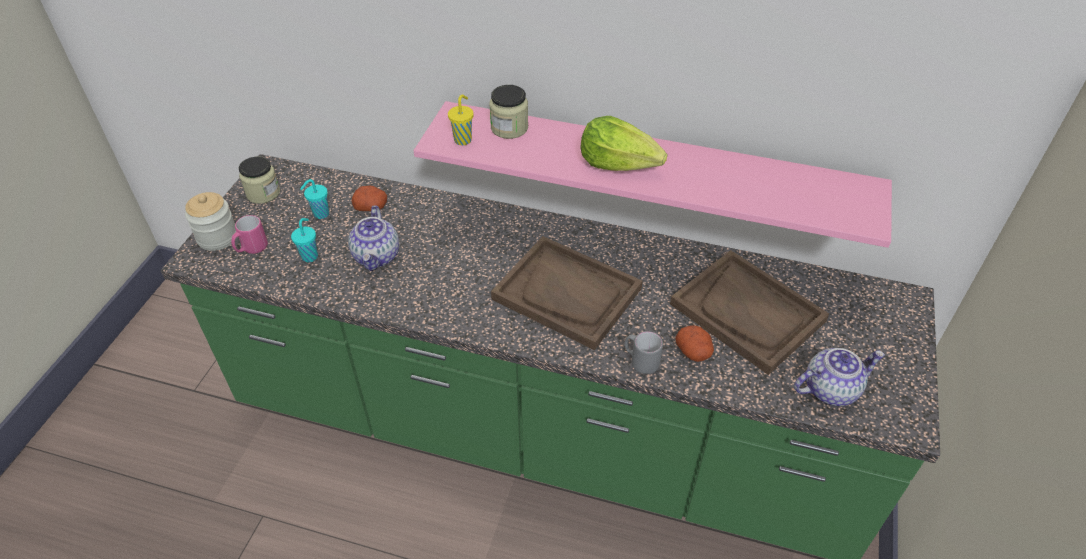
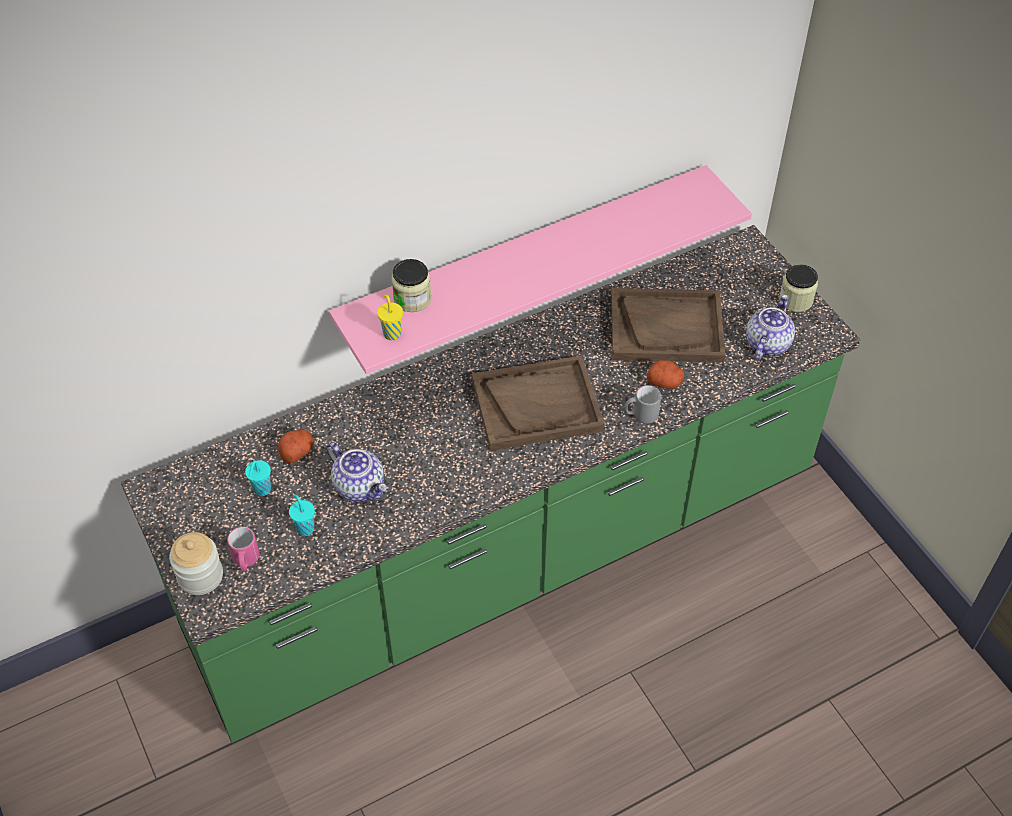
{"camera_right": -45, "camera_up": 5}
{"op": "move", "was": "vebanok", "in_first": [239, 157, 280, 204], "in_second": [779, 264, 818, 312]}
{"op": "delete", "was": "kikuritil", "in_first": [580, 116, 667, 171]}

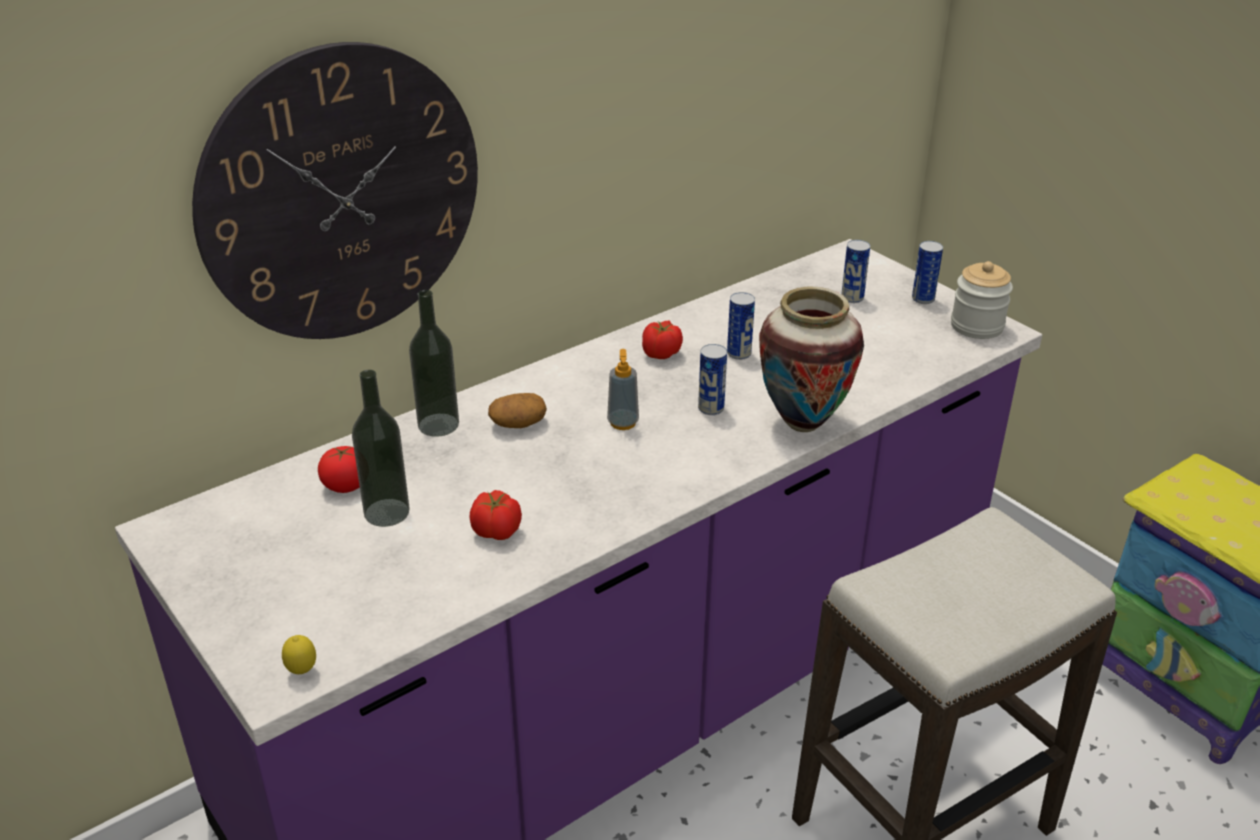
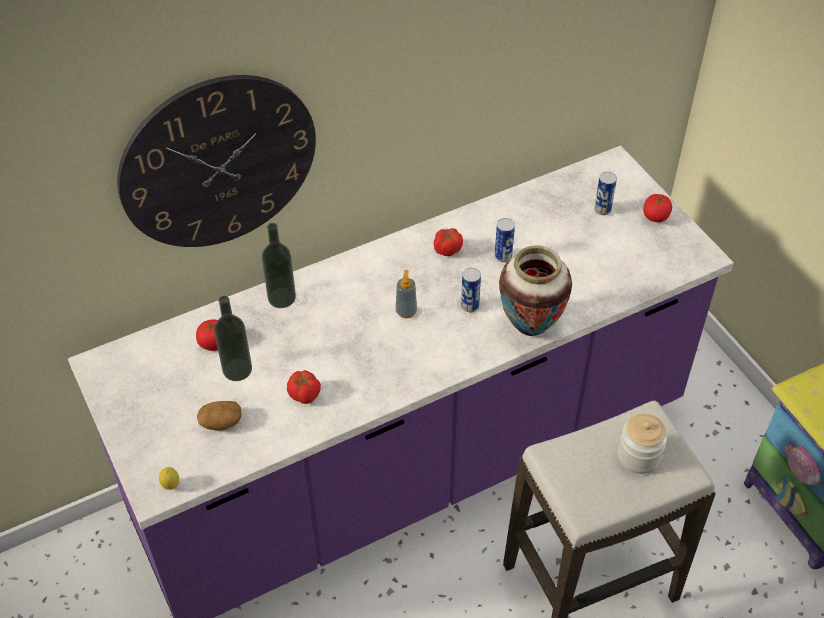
{"camera_right": 10, "camera_up": 15}
{"op": "move", "was": "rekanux", "in_first": [488, 393, 547, 428], "in_second": [197, 401, 242, 431]}
{"op": "replace", "was": "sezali", "now": "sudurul", "in_first": [912, 241, 943, 304], "in_second": [643, 194, 672, 222]}
{"op": "move", "was": "vebanok", "in_first": [951, 261, 1013, 339], "in_second": [618, 414, 667, 474]}

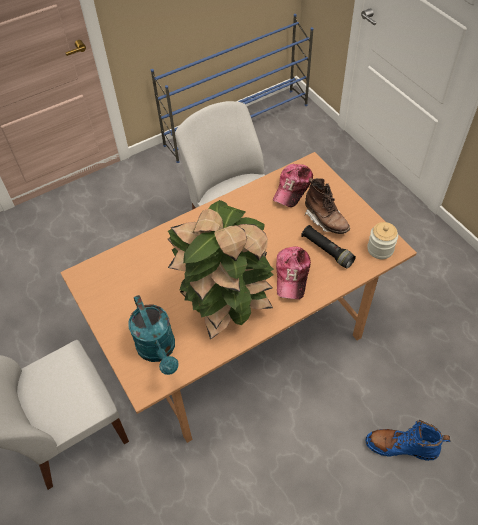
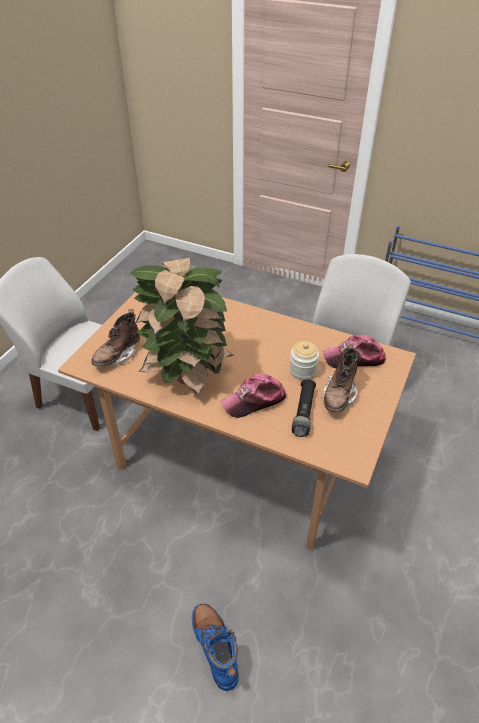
{"camera_right": 55, "camera_up": -10}
{"op": "replace", "was": "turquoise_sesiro", "now": "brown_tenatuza", "in_first": [128, 295, 179, 375], "in_second": [91, 309, 140, 367]}
{"op": "move", "was": "vebanok", "in_first": [367, 222, 398, 259], "in_second": [290, 341, 319, 380]}

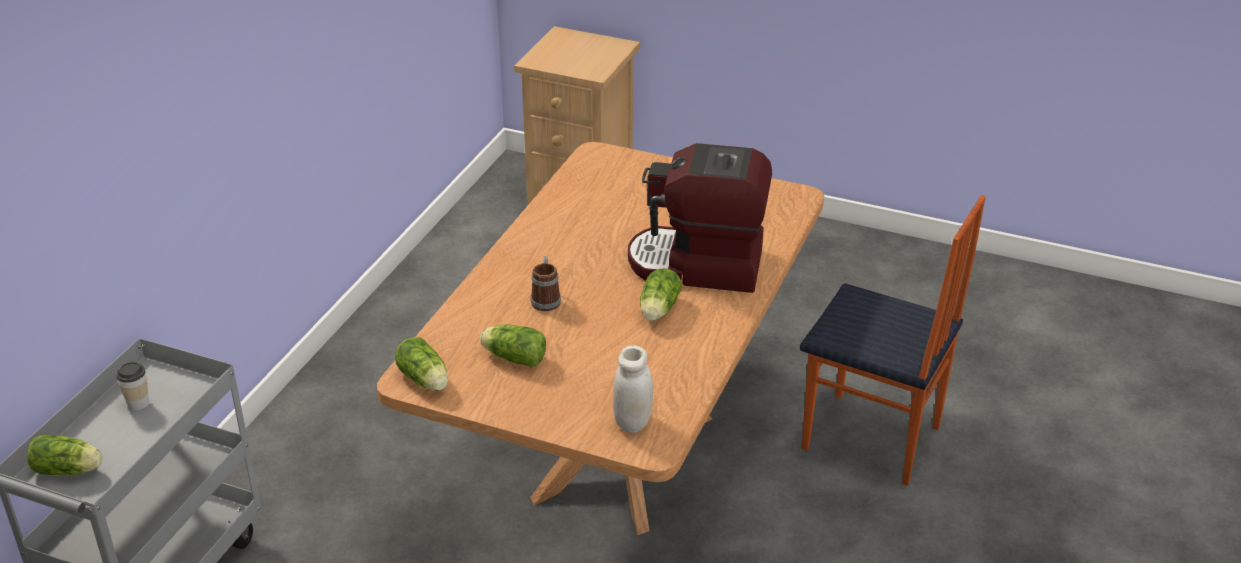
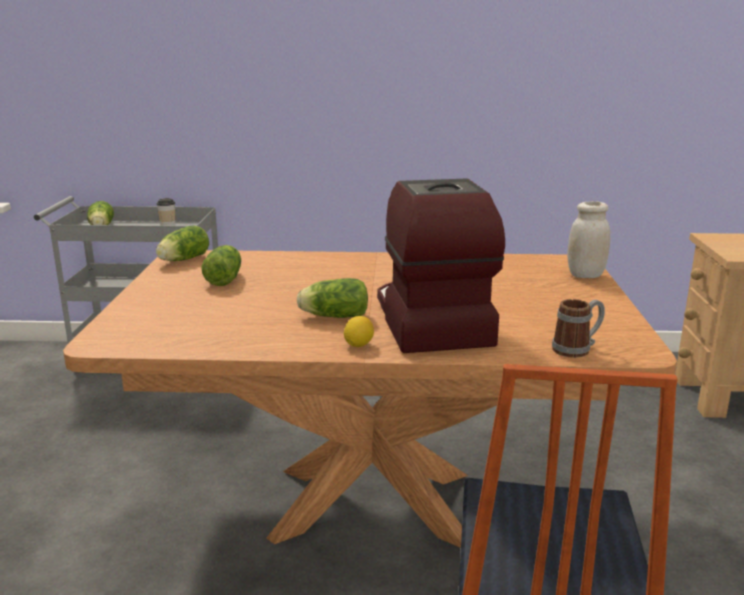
{"camera_right": 70, "camera_up": -15}
{"op": "move", "was": "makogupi", "in_first": [530, 256, 561, 311], "in_second": [552, 299, 605, 358]}
{"op": "move", "was": "white_vebanok", "in_first": [613, 345, 653, 433], "in_second": [567, 201, 610, 278]}
{"op": "insert", "now": "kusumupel", "in_second": [344, 316, 374, 347]}

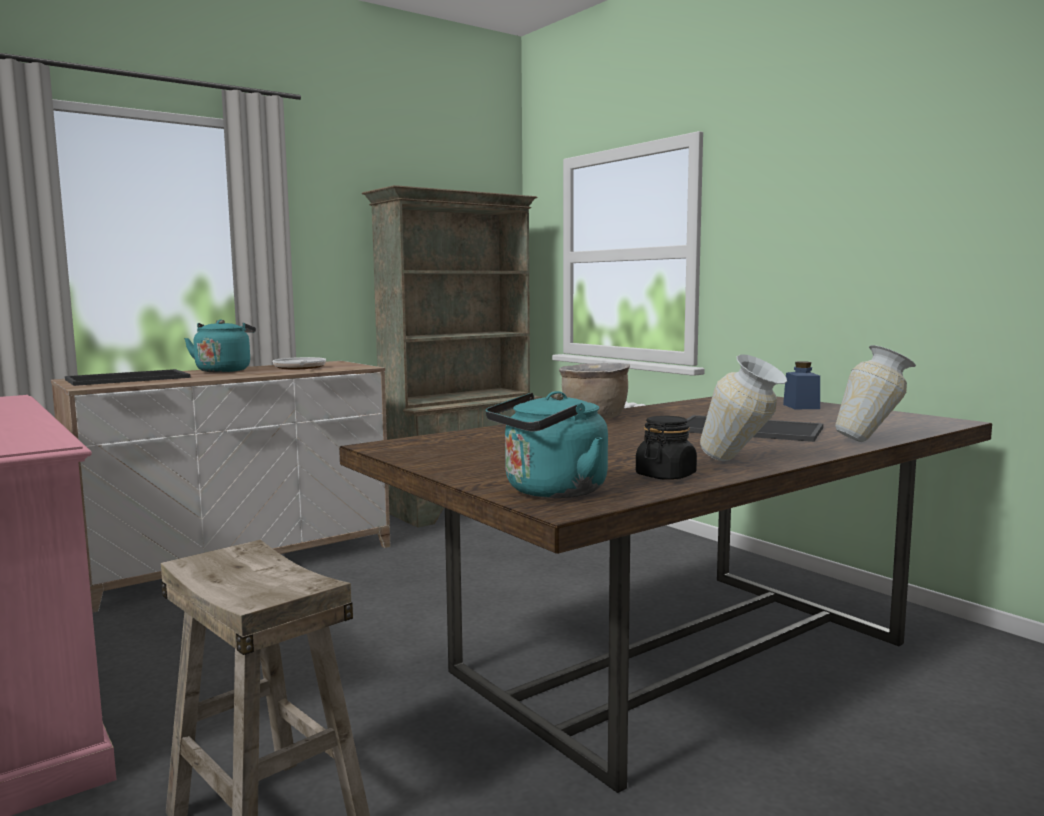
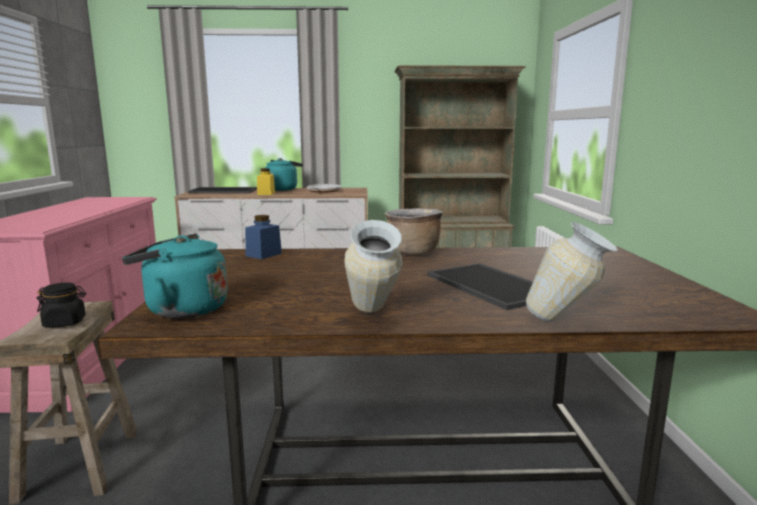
{"camera_right": 35, "camera_up": 5}
{"op": "move", "was": "black_vebanok", "in_first": [636, 416, 697, 480], "in_second": [37, 282, 86, 327]}
{"op": "move", "was": "blue_vebanok", "in_first": [783, 361, 820, 409], "in_second": [245, 215, 282, 259]}
{"op": "insert", "now": "yellow_vebanok", "in_second": [257, 168, 275, 195]}

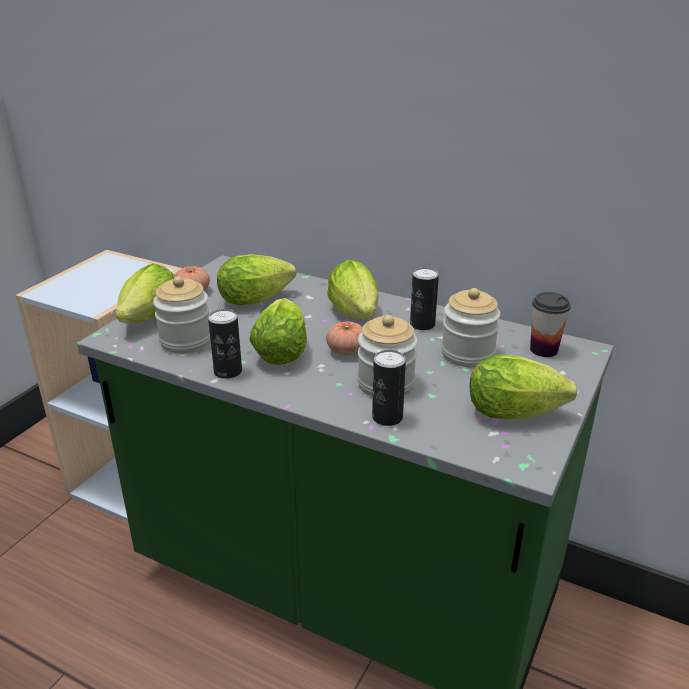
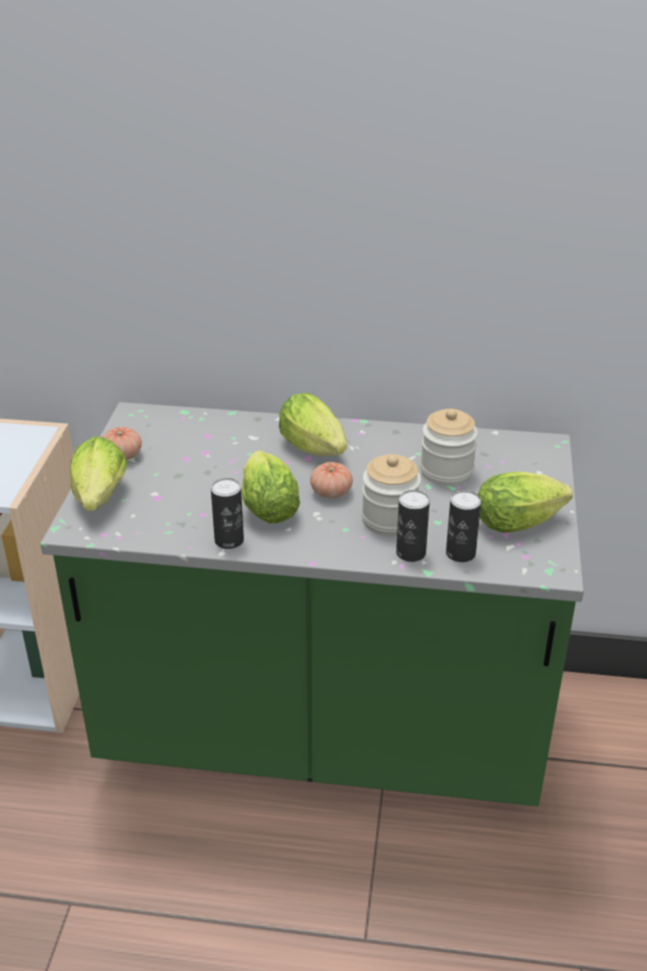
{"camera_right": -20, "camera_up": 5}
{"op": "delete", "was": "vebanok", "in_first": [153, 276, 211, 353]}
{"op": "delete", "was": "kikuritil", "in_first": [217, 254, 296, 306]}
{"op": "move", "was": "sezali", "in_first": [410, 267, 439, 330], "in_second": [446, 490, 481, 562]}
{"op": "delete", "was": "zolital", "in_first": [530, 292, 571, 357]}

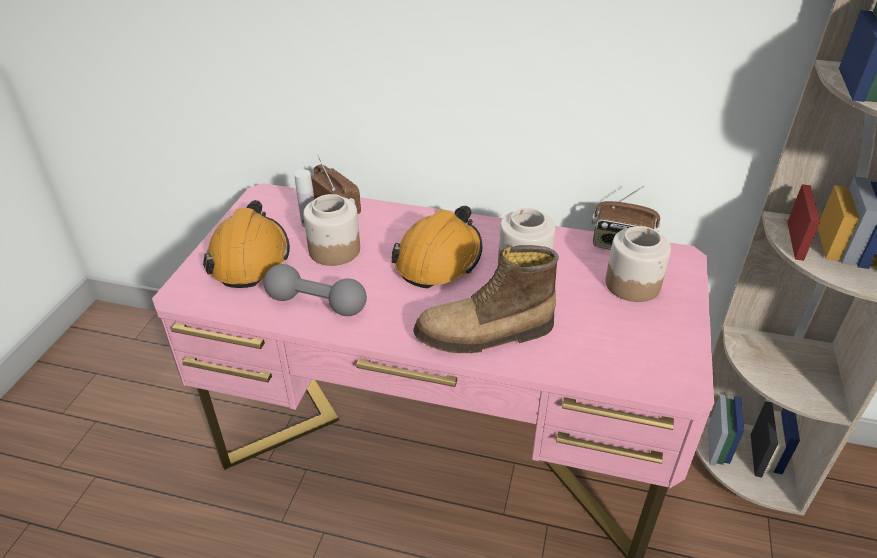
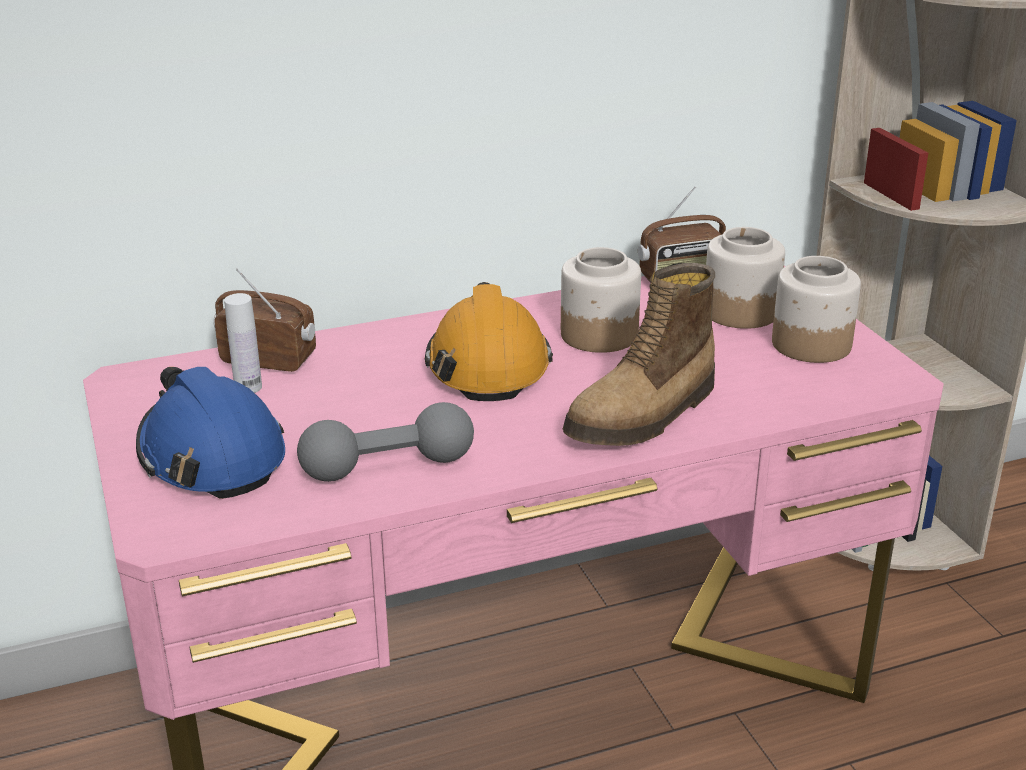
{"camera_right": -35, "camera_up": -10}
{"op": "recolor", "was": "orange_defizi", "now": "blue_defizi", "in_first": [203, 200, 290, 288], "in_second": [136, 367, 285, 499]}
{"op": "move", "was": "vebanok", "in_first": [303, 194, 360, 266], "in_second": [772, 256, 861, 363]}

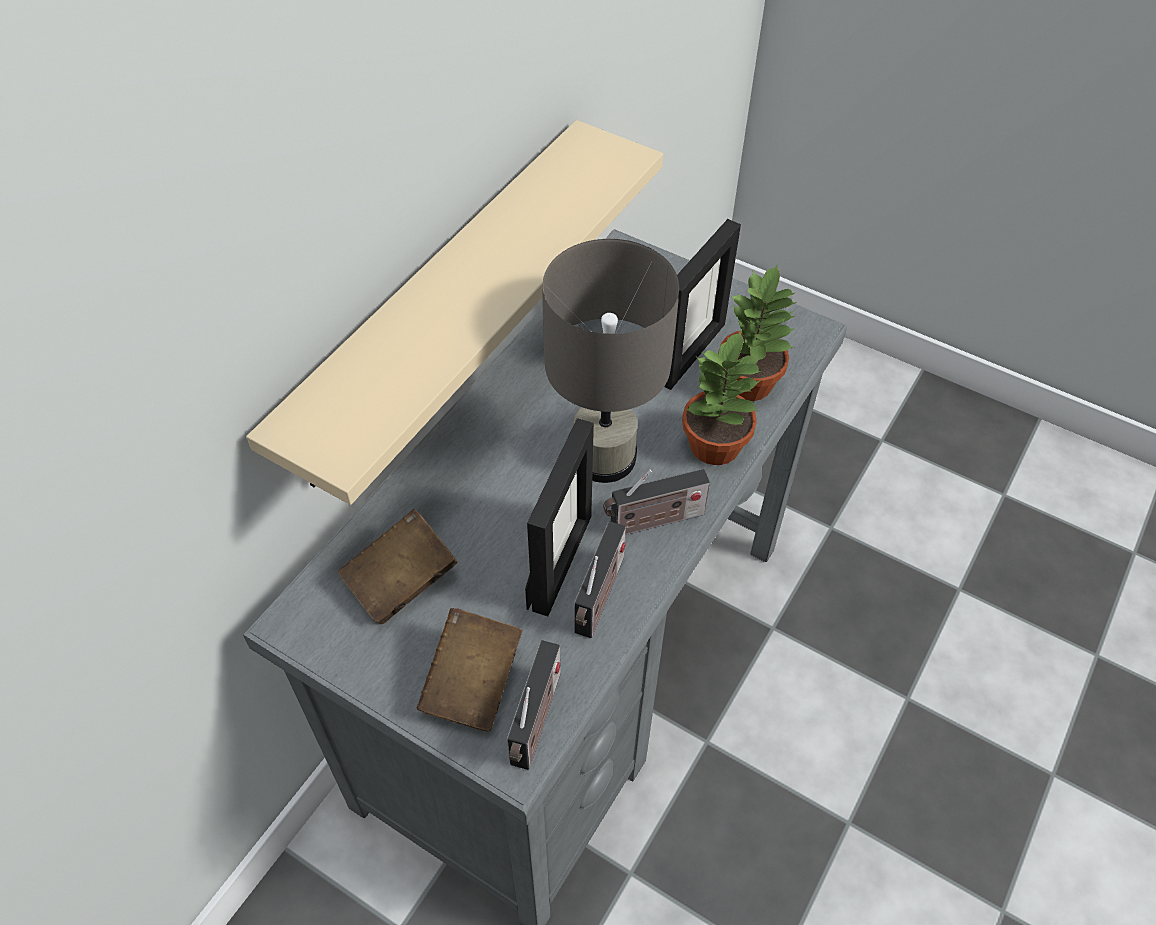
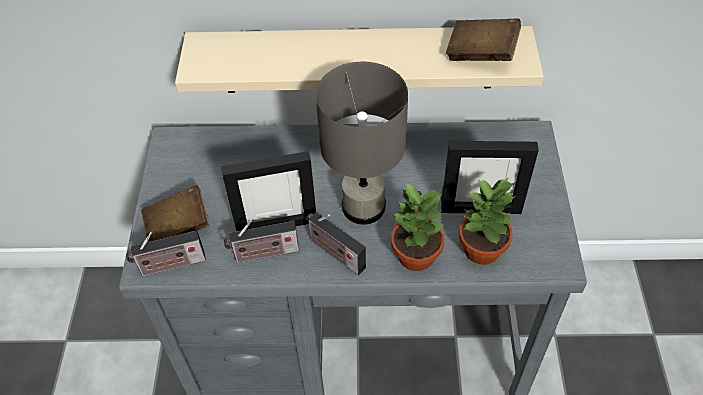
{"camera_right": 60, "camera_up": 0}
{"op": "move", "was": "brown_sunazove", "in_first": [338, 509, 457, 624], "in_second": [446, 18, 521, 61]}

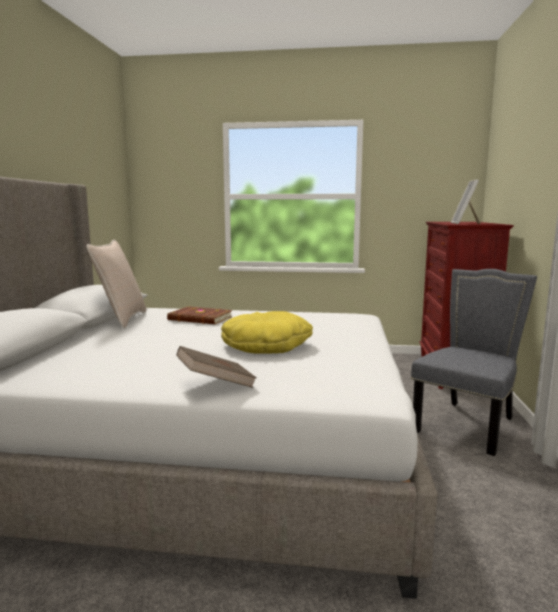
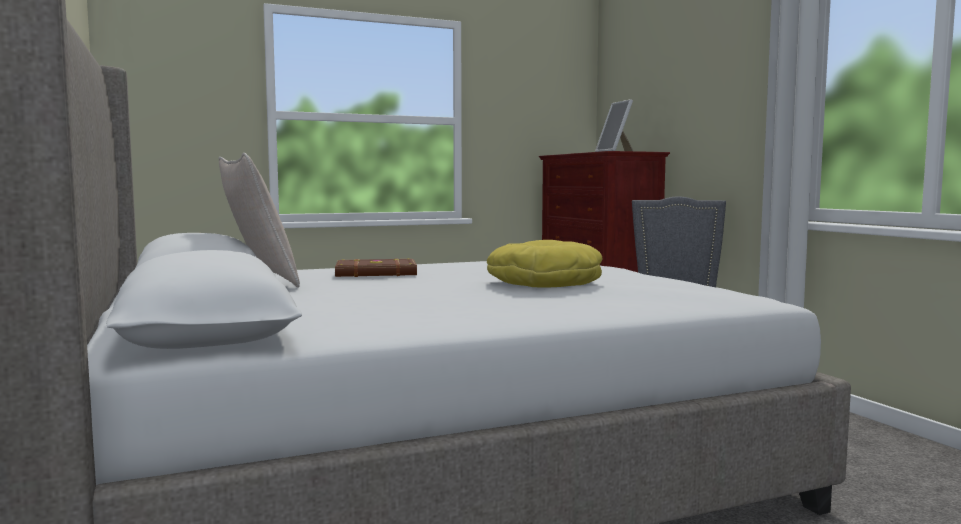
{"camera_right": -30, "camera_up": -5}
{"op": "delete", "was": "brown_sunazove", "in_first": [176, 346, 257, 388]}

